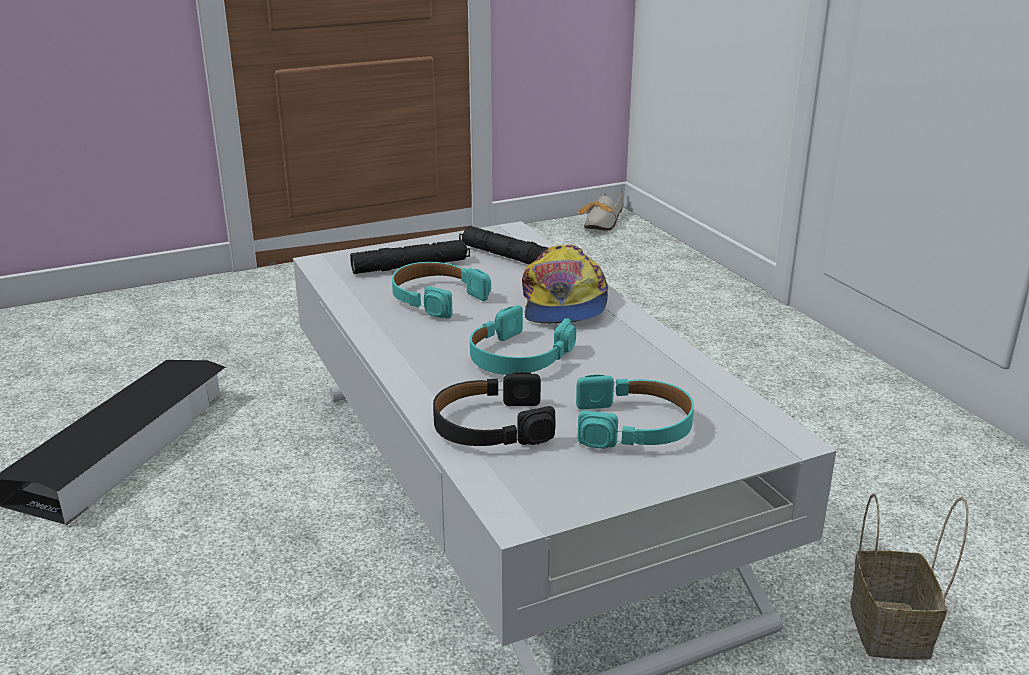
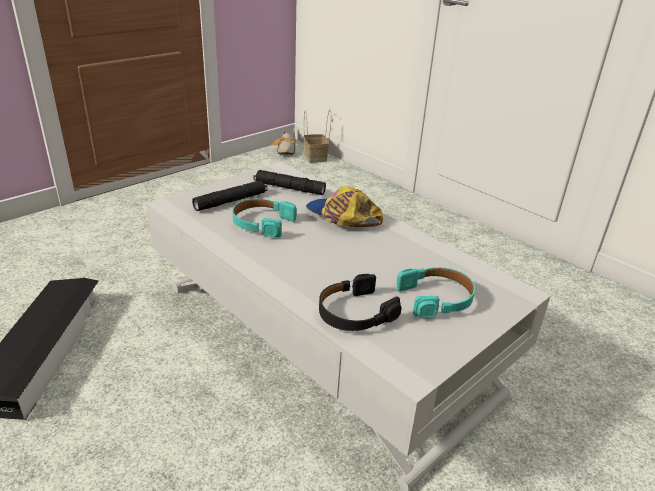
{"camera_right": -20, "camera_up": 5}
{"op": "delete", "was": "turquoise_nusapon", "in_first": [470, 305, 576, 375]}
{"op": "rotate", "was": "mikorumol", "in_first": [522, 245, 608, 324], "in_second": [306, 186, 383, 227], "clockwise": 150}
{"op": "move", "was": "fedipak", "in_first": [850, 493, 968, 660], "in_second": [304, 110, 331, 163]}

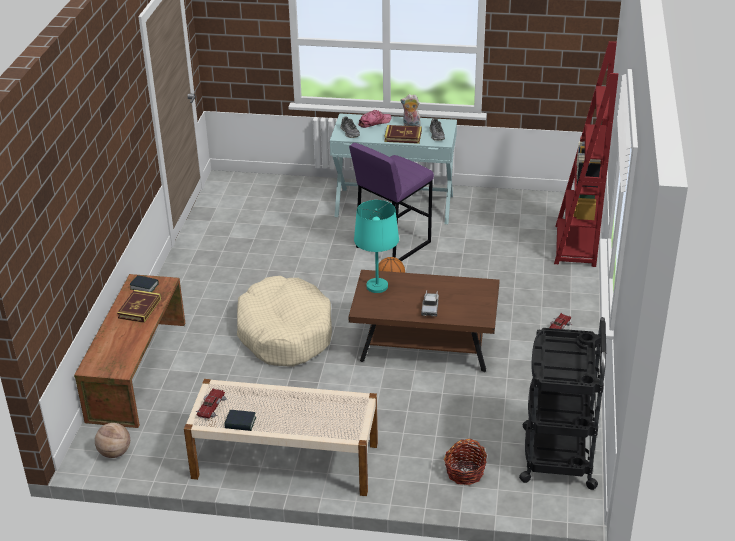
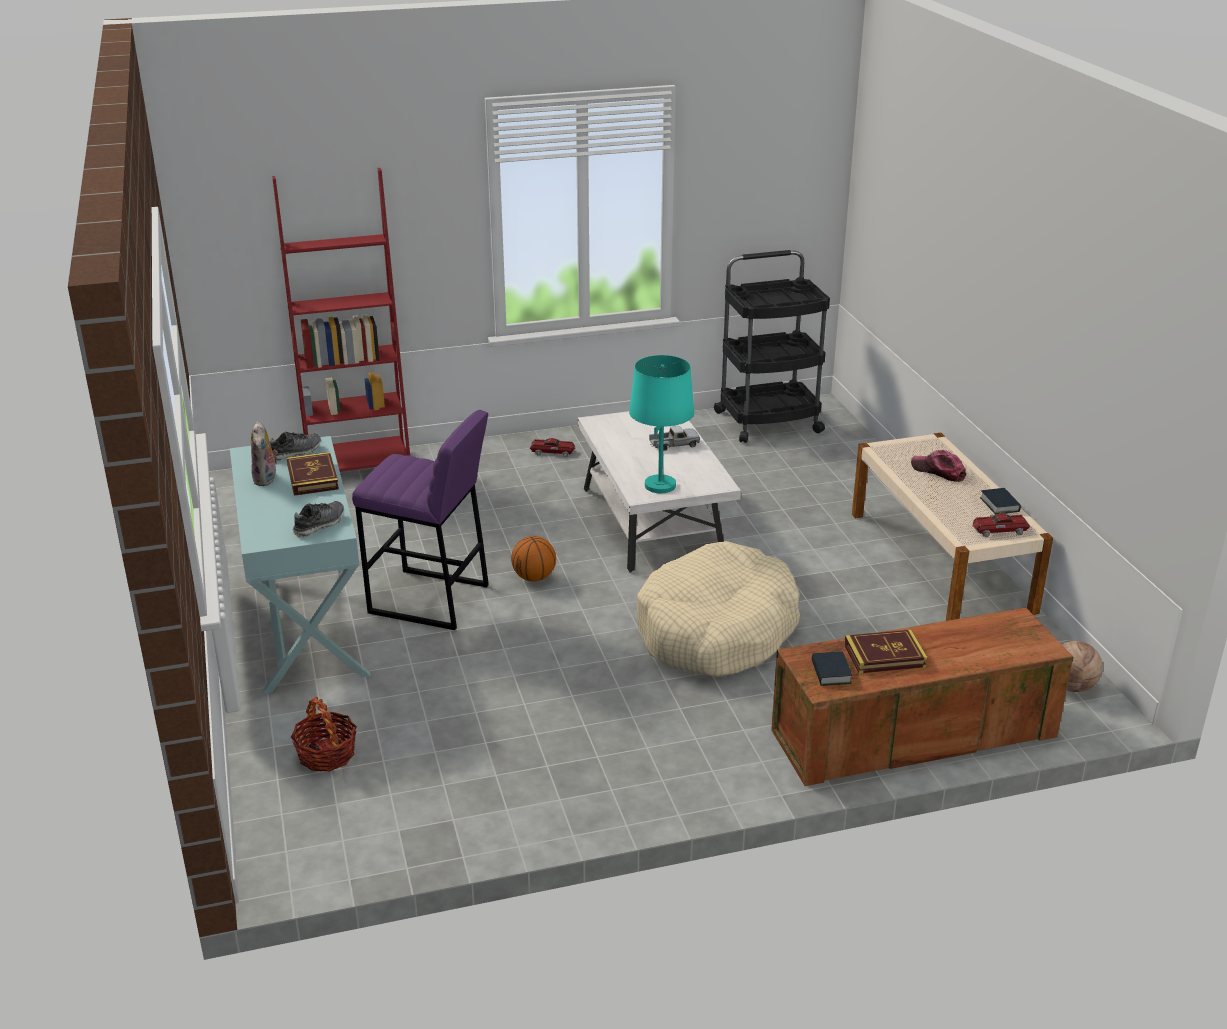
{"camera_right": -115, "camera_up": -5}
{"op": "recolor", "was": "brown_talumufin", "now": "white_talumufin", "in_first": [349, 270, 500, 372], "in_second": [578, 411, 741, 572]}
{"op": "move", "was": "mikorumol", "in_first": [358, 110, 392, 128], "in_second": [911, 450, 966, 482]}
{"op": "move", "was": "fedipak", "in_first": [444, 439, 487, 485], "in_second": [291, 697, 357, 772]}

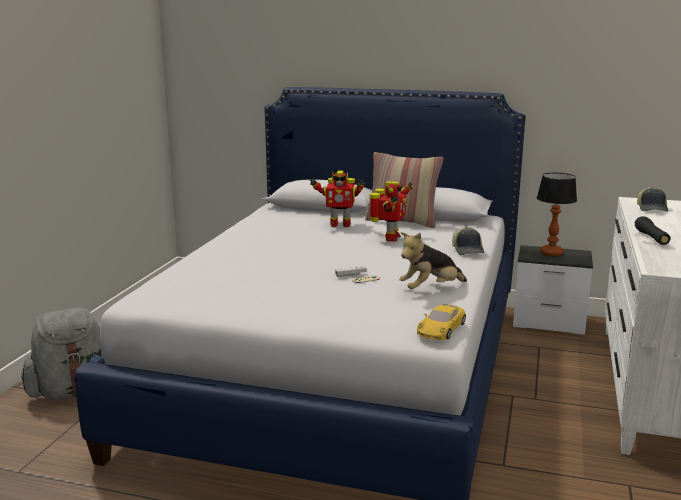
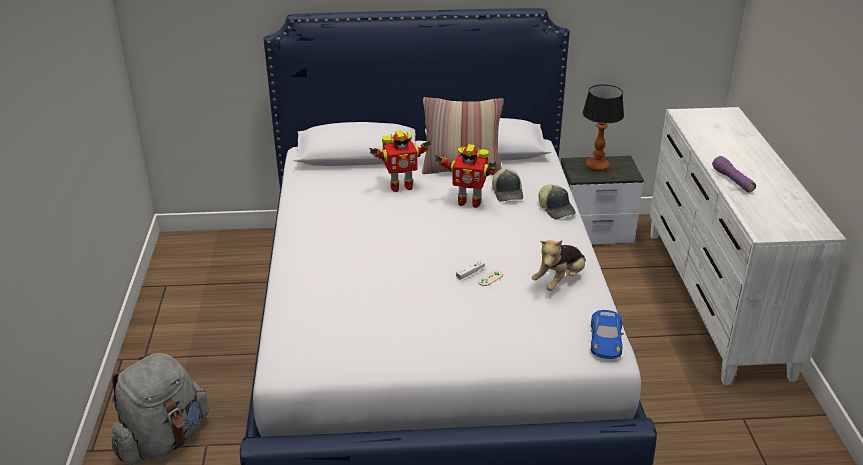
{"camera_right": -20, "camera_up": 15}
{"op": "rotate", "was": "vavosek", "in_first": [370, 181, 413, 241], "in_second": [435, 144, 497, 208], "clockwise": 105}
{"op": "recolor", "was": "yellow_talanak", "now": "blue_talanak", "in_first": [417, 304, 466, 340], "in_second": [591, 310, 624, 359]}
{"op": "recolor", "was": "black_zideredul", "now": "purple_zideredul", "in_first": [635, 216, 671, 245], "in_second": [712, 156, 756, 192]}
{"op": "move", "was": "mikorumol", "in_first": [637, 186, 668, 212], "in_second": [492, 168, 523, 202]}

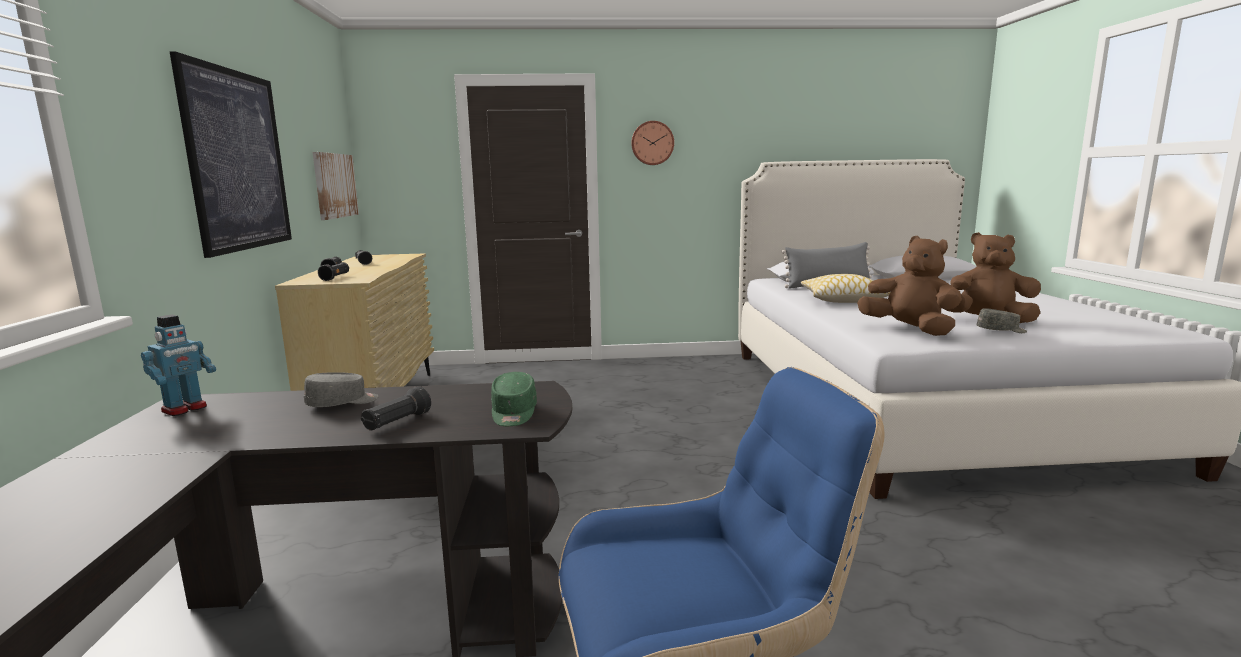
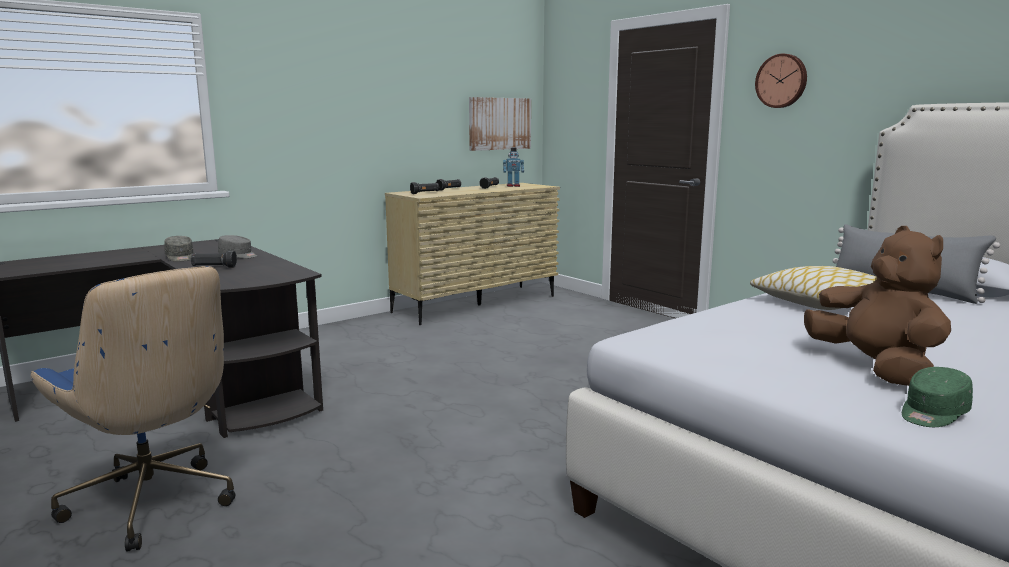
{"camera_right": 55, "camera_up": 0}
{"op": "move", "was": "vavosek", "in_first": [141, 314, 216, 416], "in_second": [503, 147, 524, 187]}
{"op": "delete", "was": "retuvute", "in_first": [169, 51, 292, 258]}
{"op": "move", "was": "green_mikorumol", "in_first": [491, 372, 537, 426], "in_second": [902, 367, 973, 427]}
{"op": "delete", "was": "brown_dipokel", "in_first": [857, 236, 962, 336]}
{"op": "move", "was": "grey_mikorumol", "in_first": [977, 308, 1027, 333], "in_second": [164, 236, 193, 262]}

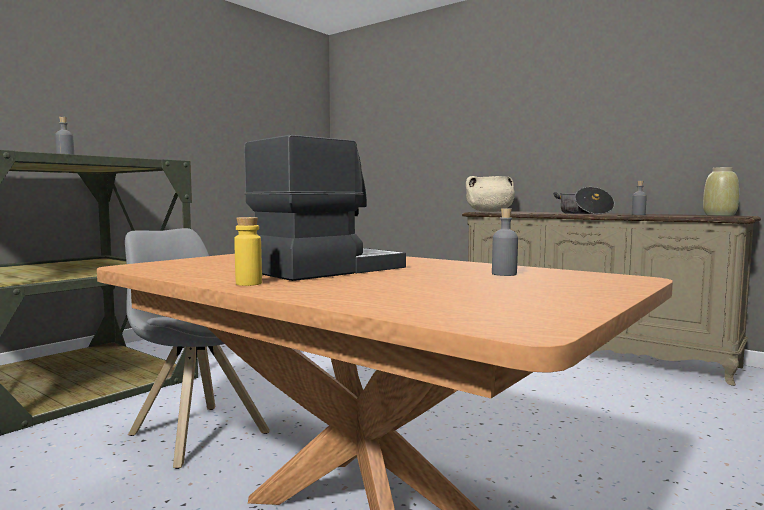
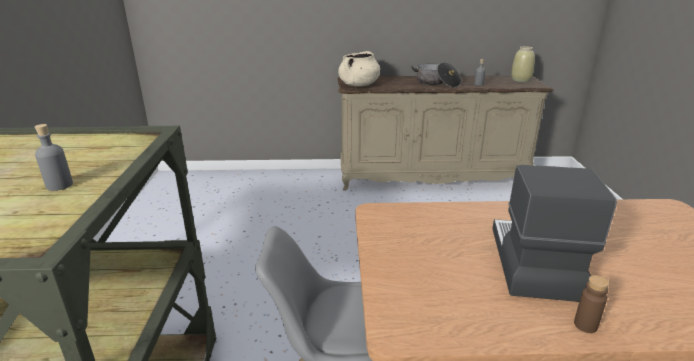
{"camera_right": -40, "camera_up": 20}
{"op": "recolor", "was": "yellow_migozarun", "now": "brown_migozarun", "in_first": [234, 217, 262, 286], "in_second": [574, 275, 609, 333]}
{"op": "delete", "was": "grey_migozarun", "in_first": [492, 208, 518, 276]}

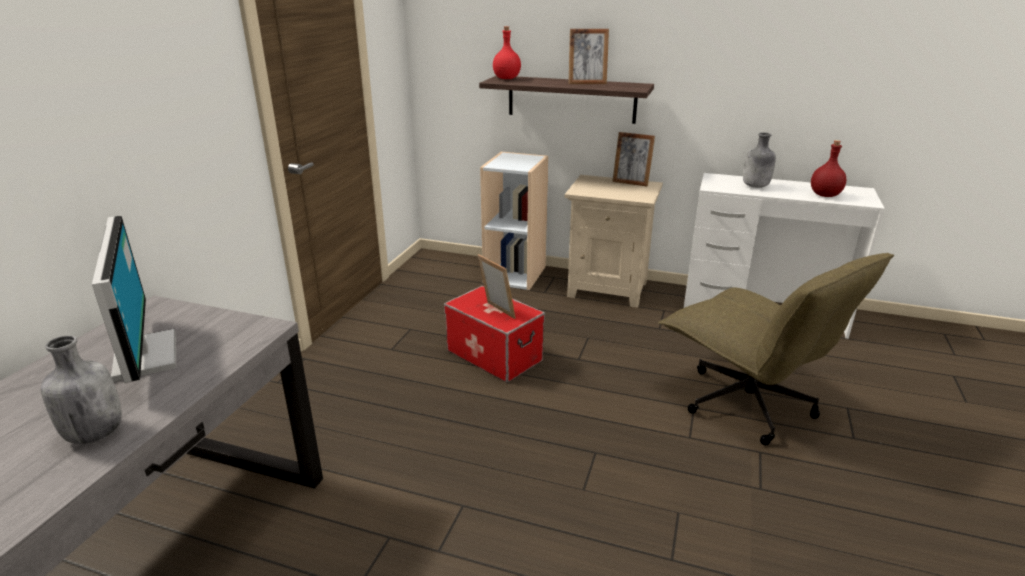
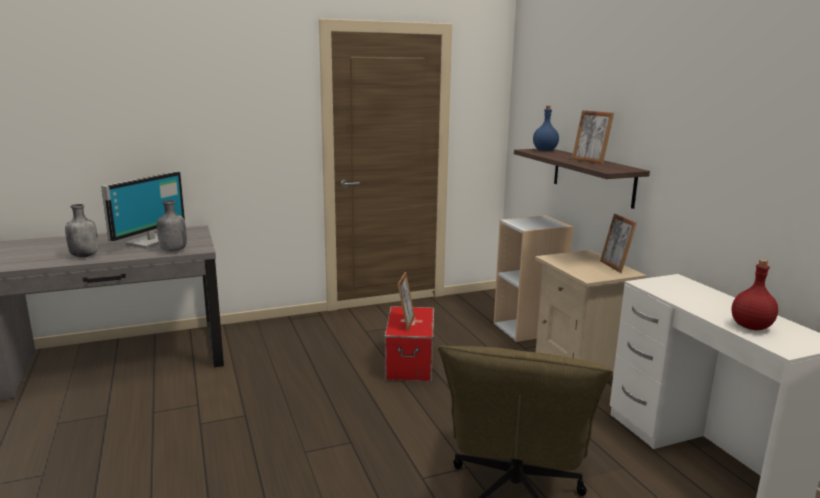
{"camera_right": 50, "camera_up": -10}
{"op": "recolor", "was": "red_migozarun", "now": "blue_migozarun", "in_first": [493, 26, 521, 79], "in_second": [533, 106, 559, 151]}
{"op": "move", "was": "grey_migozarun", "in_first": [743, 132, 776, 188], "in_second": [157, 200, 187, 252]}

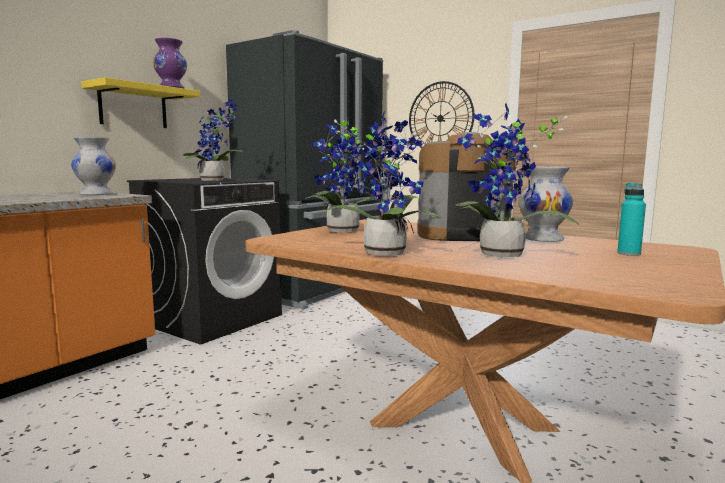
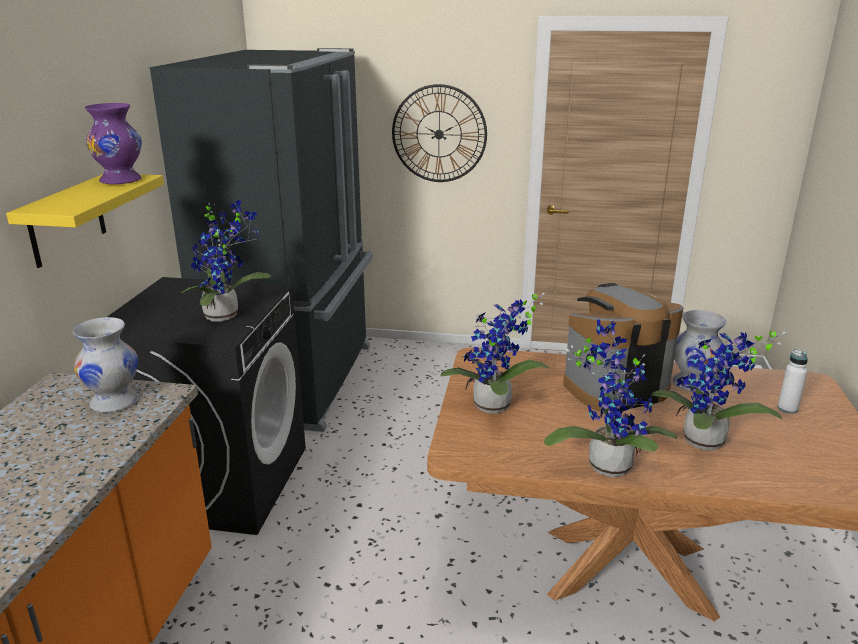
{"camera_right": -25, "camera_up": 15}
{"op": "recolor", "was": "turquoise_migozarun", "now": "white_migozarun", "in_first": [617, 183, 646, 256], "in_second": [777, 349, 808, 414]}

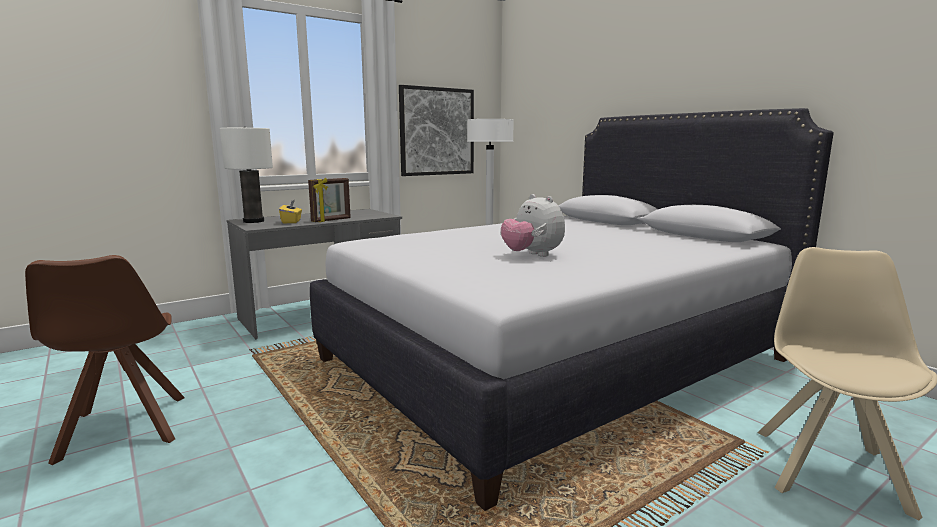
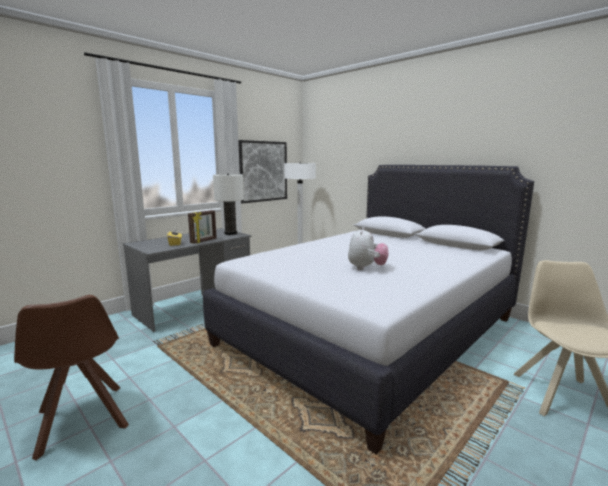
{"camera_right": -10, "camera_up": 0}
{"op": "move", "was": "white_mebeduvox", "in_first": [220, 127, 273, 223], "in_second": [213, 174, 244, 235]}
{"op": "rotate", "was": "dipokel", "in_first": [501, 194, 565, 257], "in_second": [348, 227, 388, 270], "clockwise": -120}

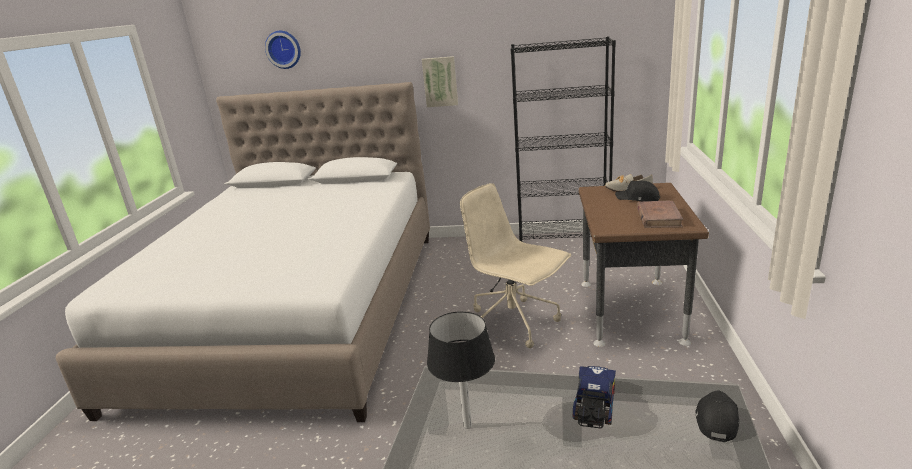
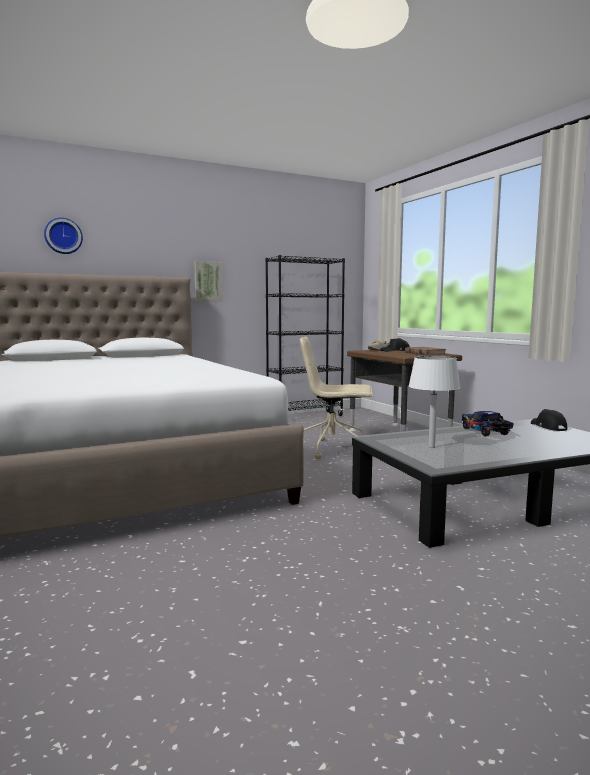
{"camera_right": -35, "camera_up": -15}
{"op": "recolor", "was": "black_mebeduvox", "now": "white_mebeduvox", "in_first": [427, 311, 495, 429], "in_second": [409, 356, 460, 448]}

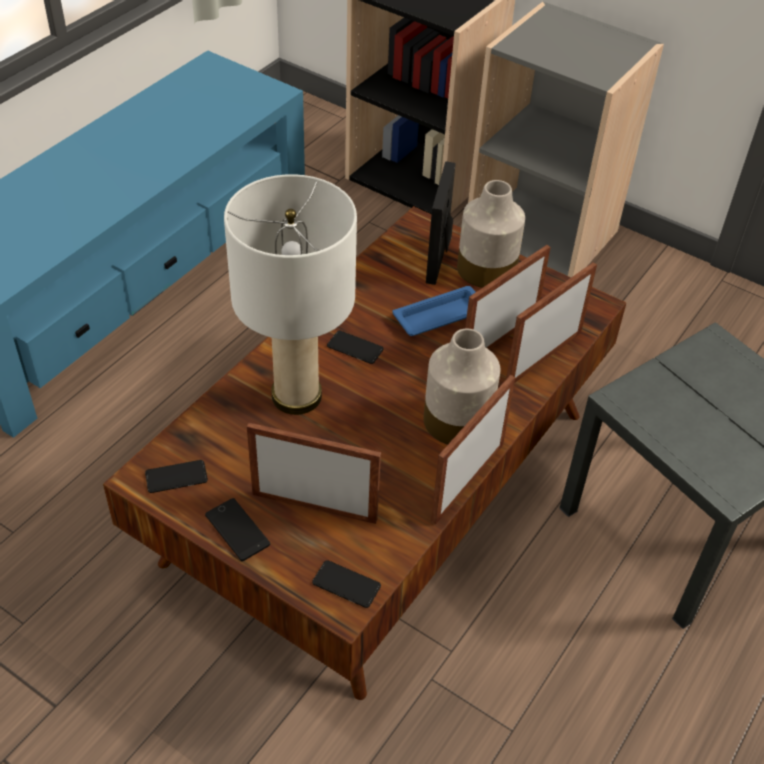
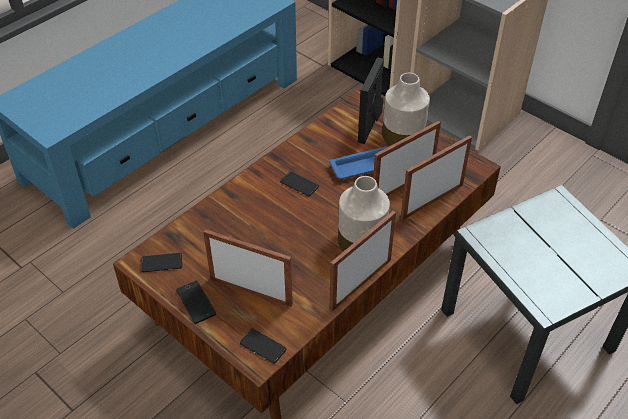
{"camera_right": 10, "camera_up": 0}
{"op": "delete", "was": "white_mebeduvox", "in_first": [224, 174, 357, 415]}

